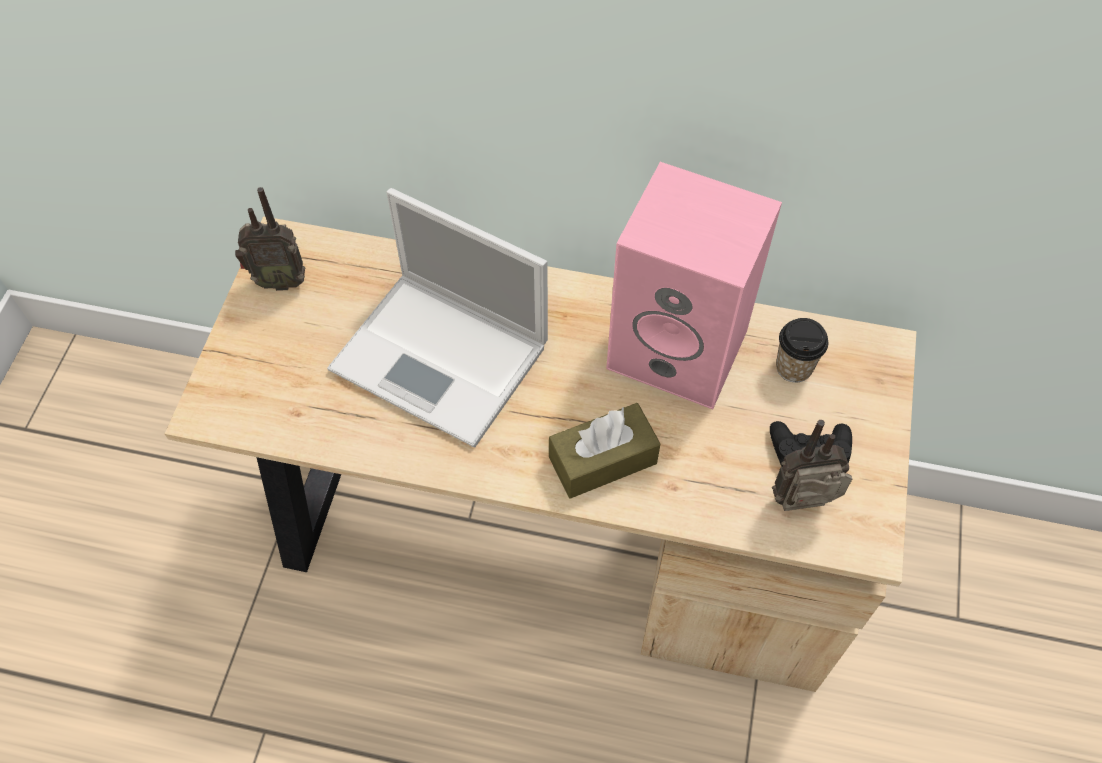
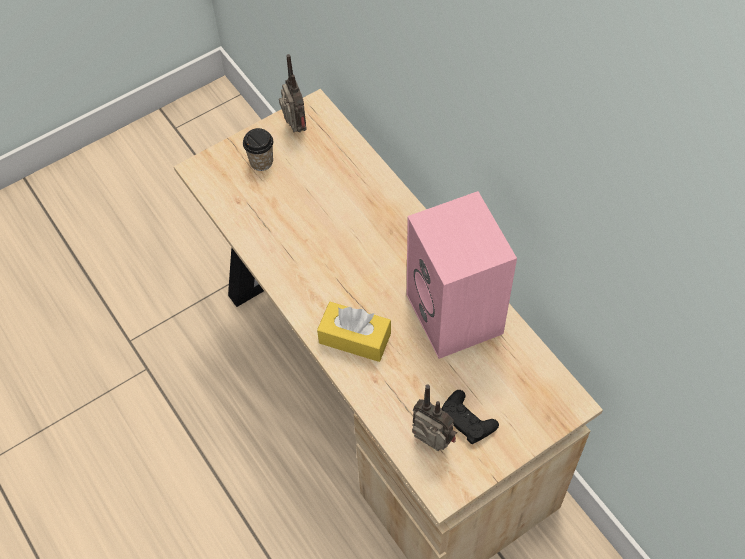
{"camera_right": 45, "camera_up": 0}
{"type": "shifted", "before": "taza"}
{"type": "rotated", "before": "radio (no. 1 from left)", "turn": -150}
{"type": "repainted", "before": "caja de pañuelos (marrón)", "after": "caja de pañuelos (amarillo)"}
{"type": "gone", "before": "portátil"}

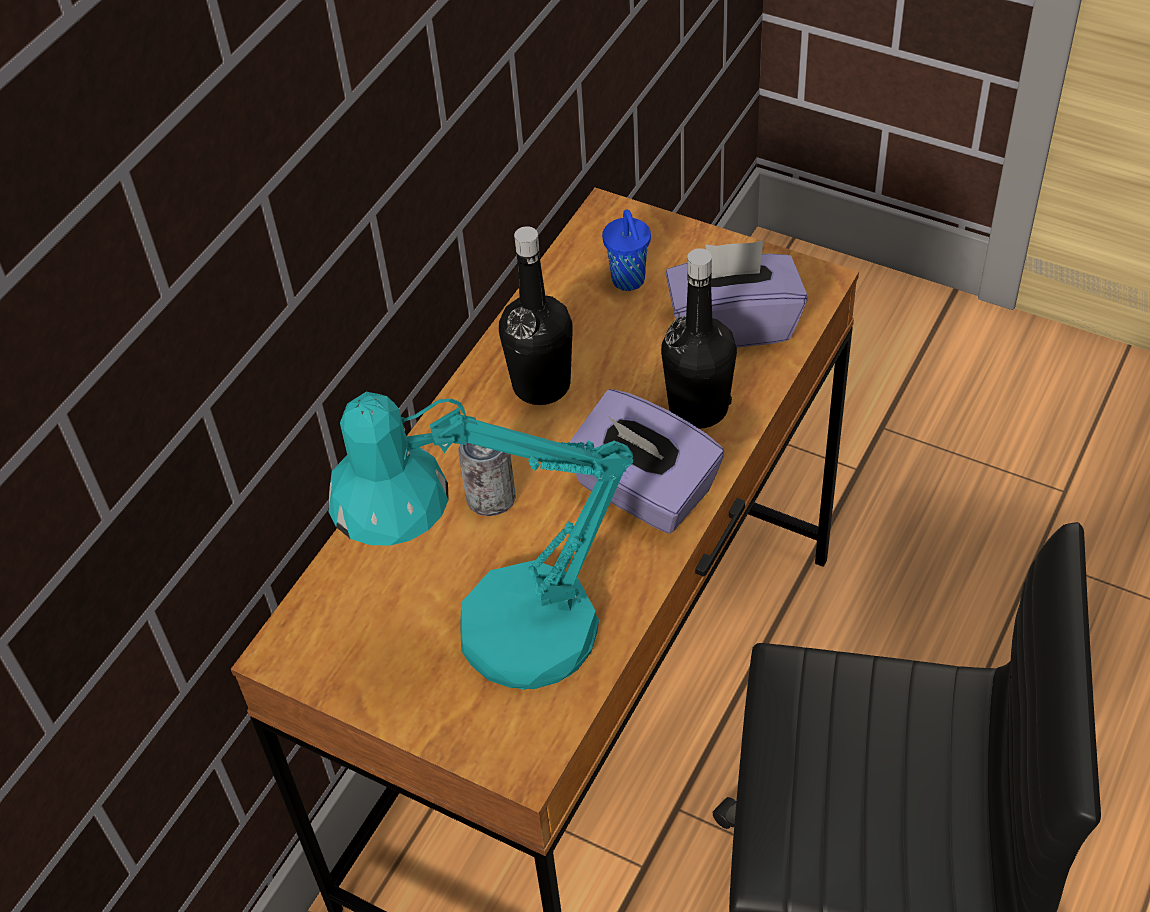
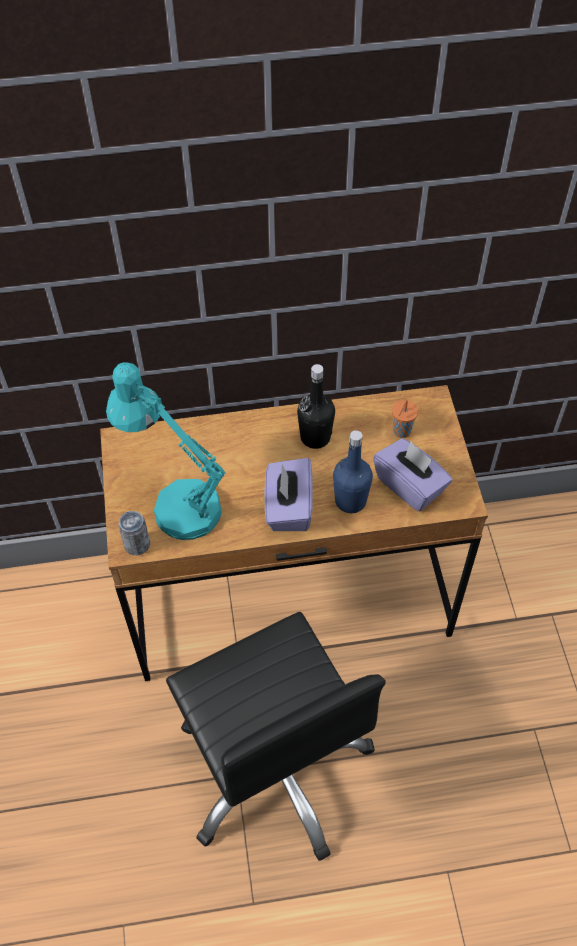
{"camera_right": 50, "camera_up": 5}
{"type": "shifted", "before": "lata"}
{"type": "repainted", "before": "botella (negro) (no. 2 from left)", "after": "botella (azul)"}
{"type": "repainted", "before": "taza (azul)", "after": "taza (naranja)"}

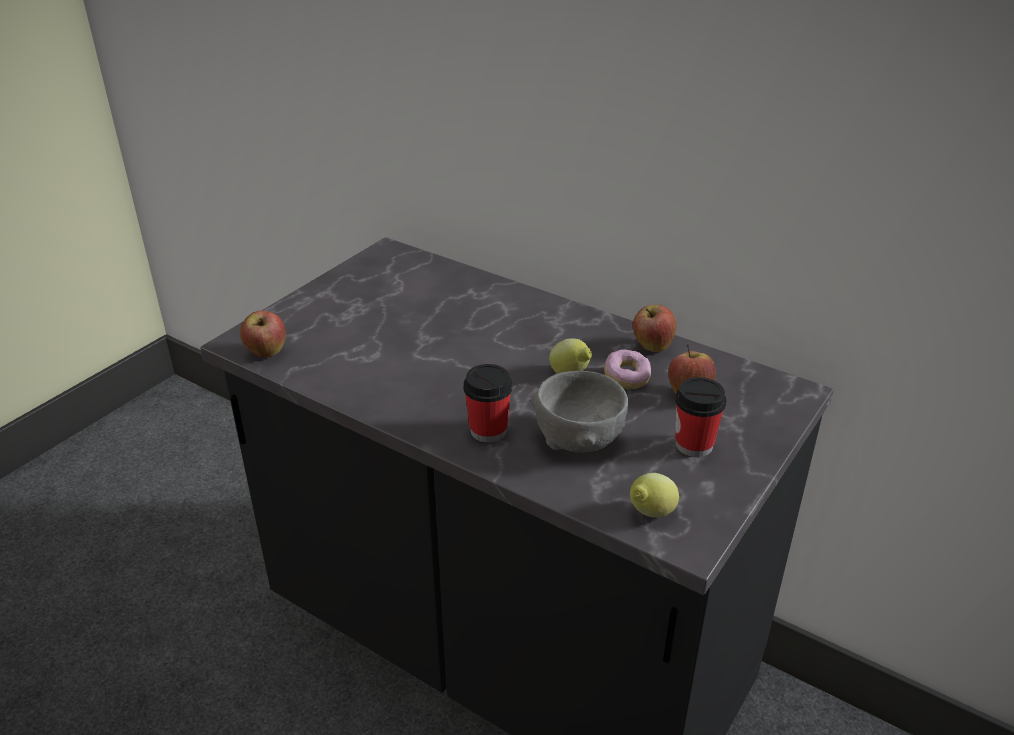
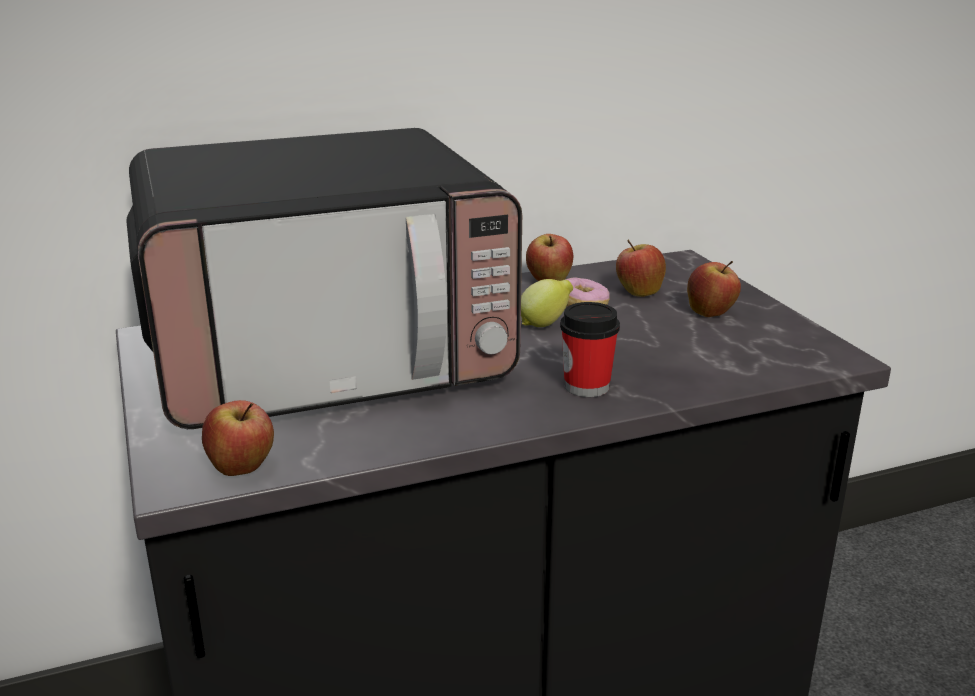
{"camera_right": -55, "camera_up": -10}
{"type": "new", "after": "microondas"}
{"type": "swapped", "before": "taza (no. 2 from left)", "after": "manzana (no. 4 from left)"}
{"type": "gone", "before": "cuenco (gris)"}
{"type": "gone", "before": "limón (no. 2 from left)"}

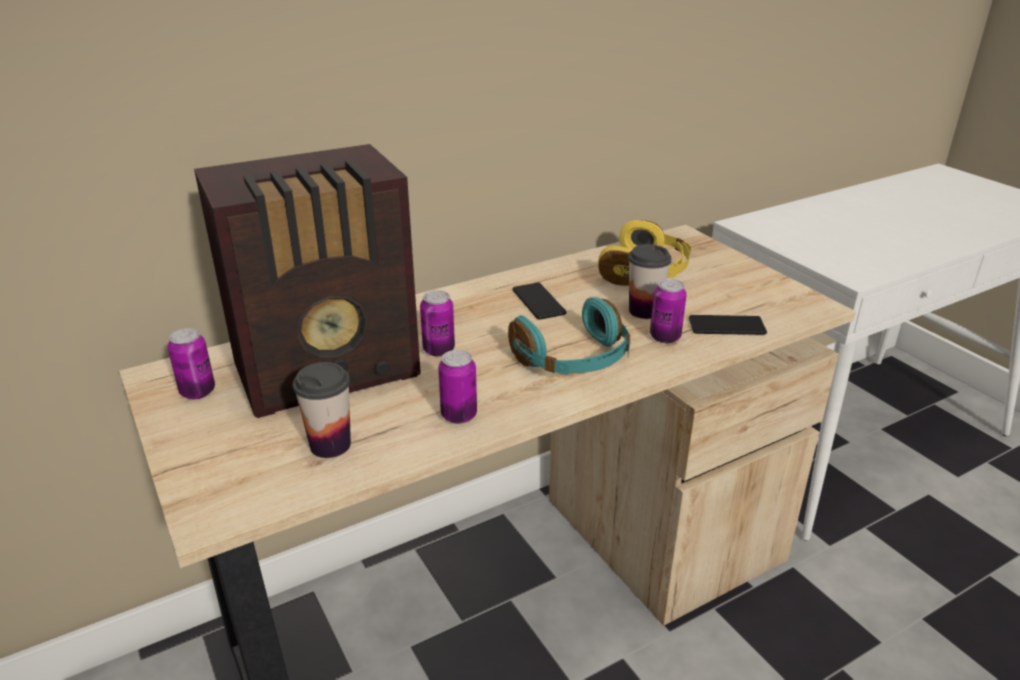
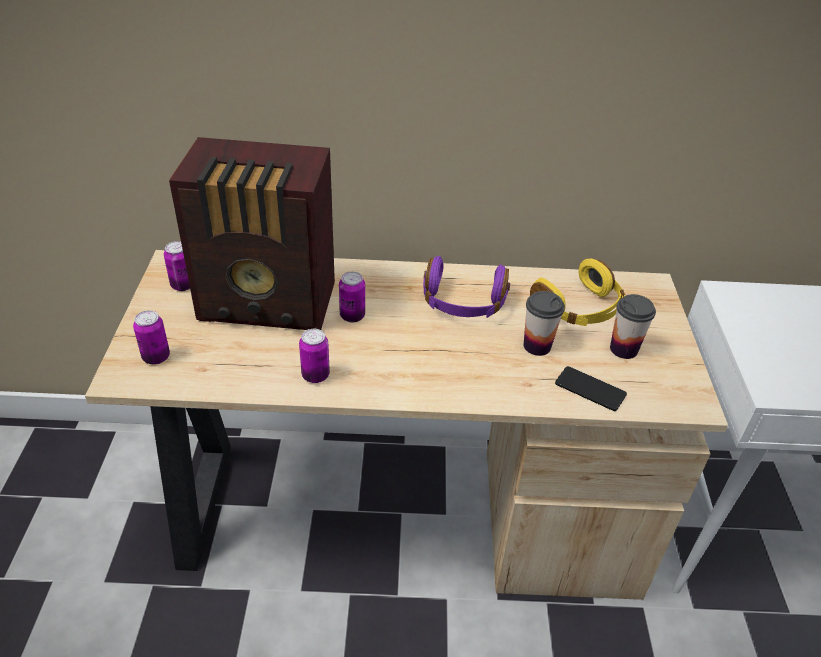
{"camera_right": 30, "camera_up": 10}
{"type": "shifted", "before": "lata (no. 4 from left in the first image)", "after": "lata (no. 1 from left)"}
{"type": "swapped", "before": "móvil (no. 1 from left)", "after": "auriculares (morado)"}
{"type": "shifted", "before": "taza (no. 1 from left in the first image)", "after": "taza (no. 2 from left)"}
{"type": "gone", "before": "auriculares (turquesa)"}

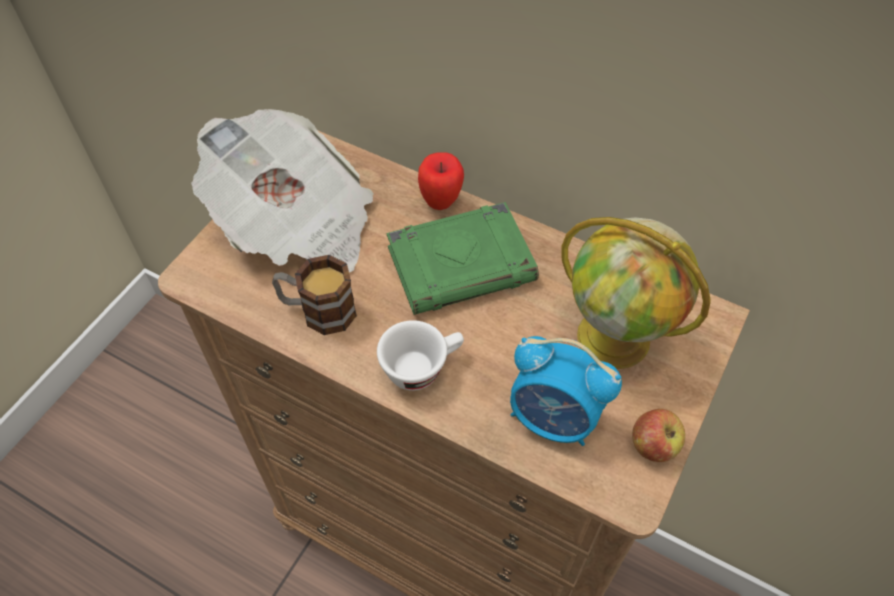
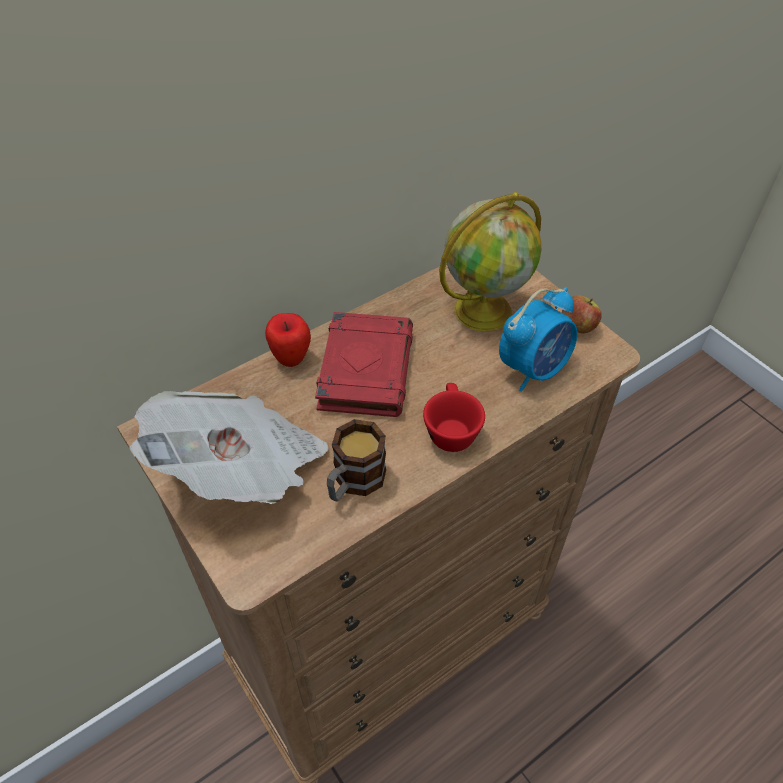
{"camera_right": -65, "camera_up": -5}
{"type": "repainted", "before": "libro (verde)", "after": "libro (rojo)"}
{"type": "repainted", "before": "taza (blanco)", "after": "taza (rojo)"}

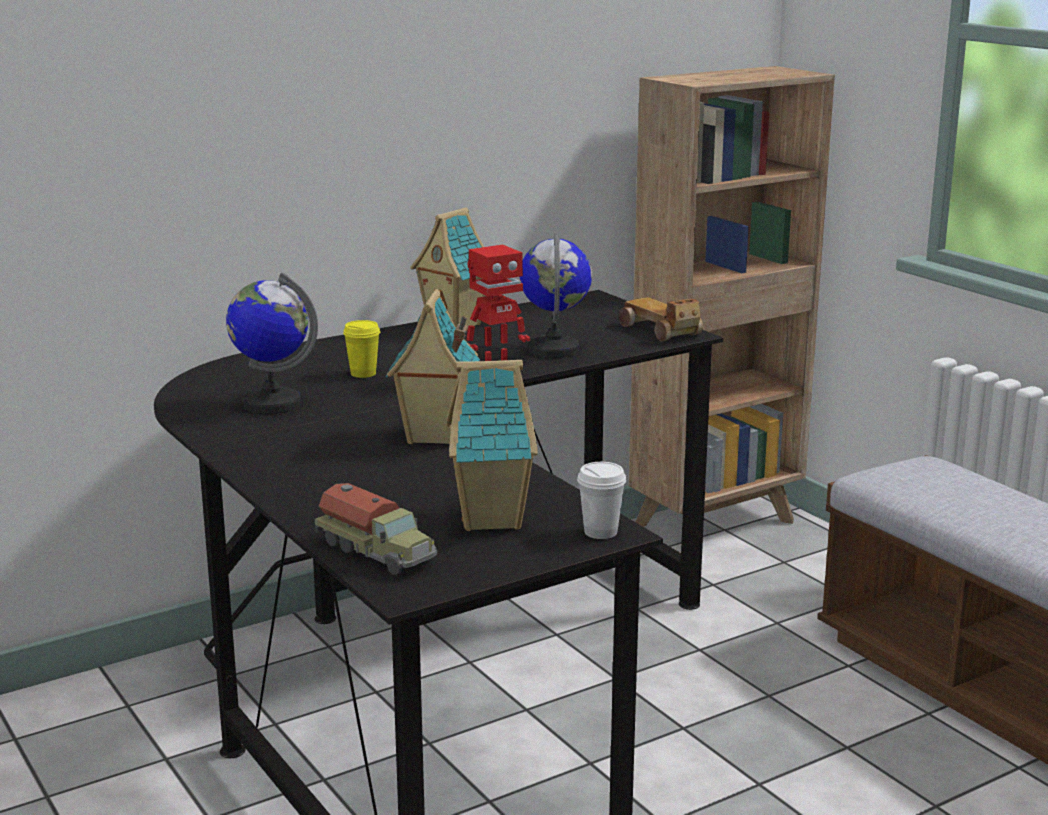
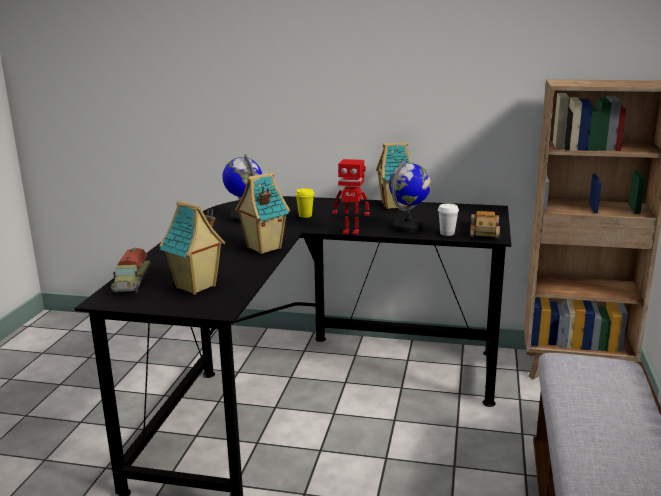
{"camera_right": 45, "camera_up": 0}
{"type": "shifted", "before": "taza (blanco)"}

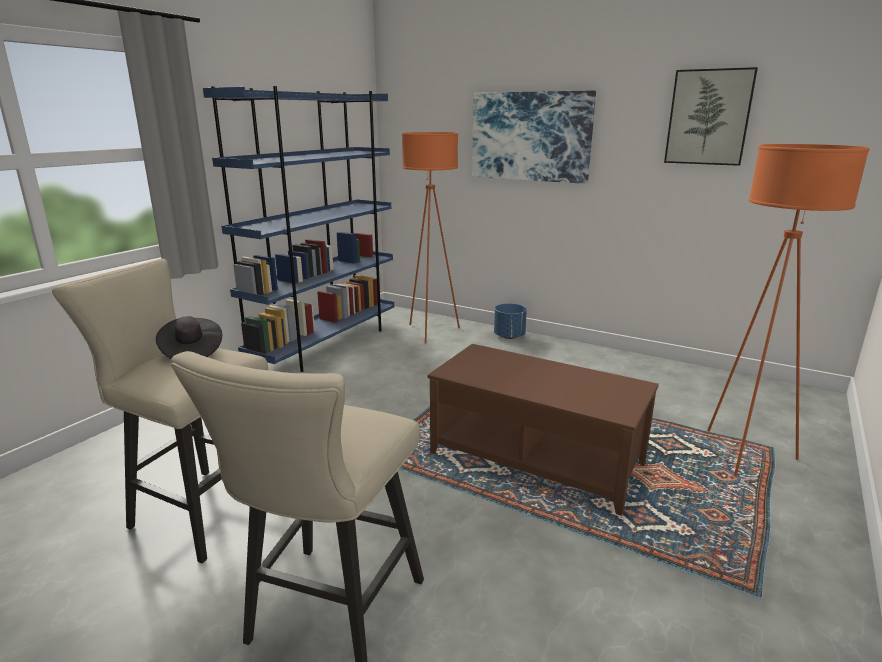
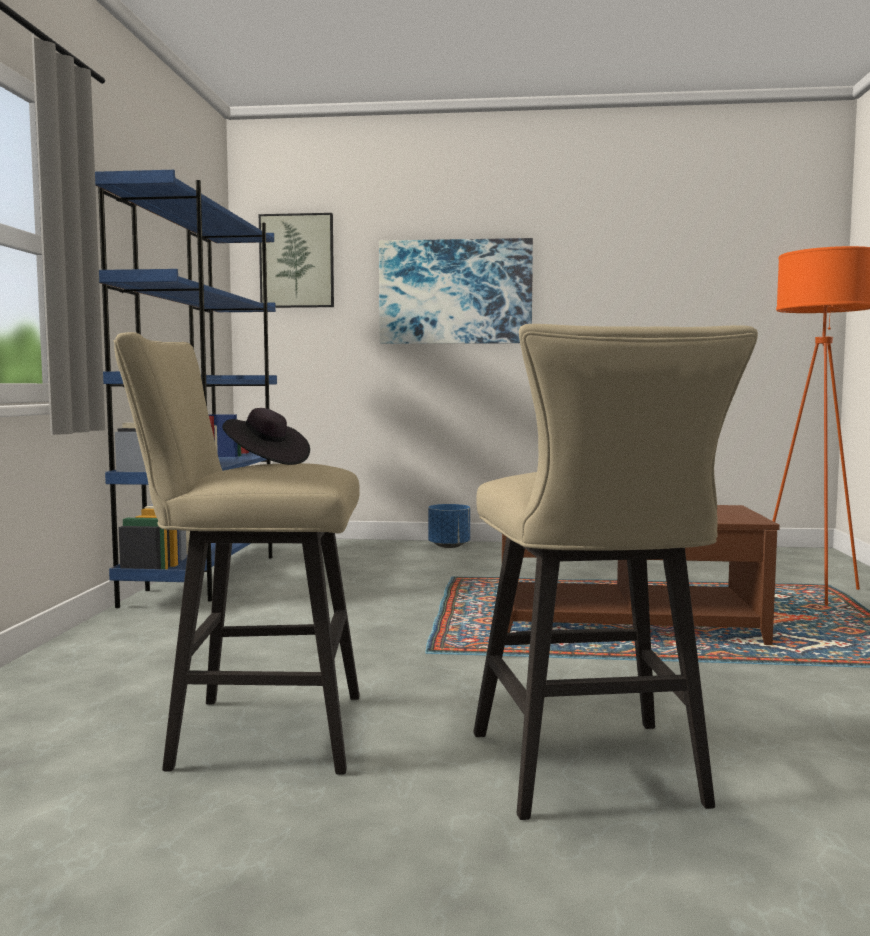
{"camera_right": -25, "camera_up": -15}
{"type": "shifted", "before": "cuadro (no. 2 from left in the first image)", "after": "cuadro (no. 1 from left)"}
{"type": "gone", "before": "lámpara de pie (naranja) (no. 1 from left)"}

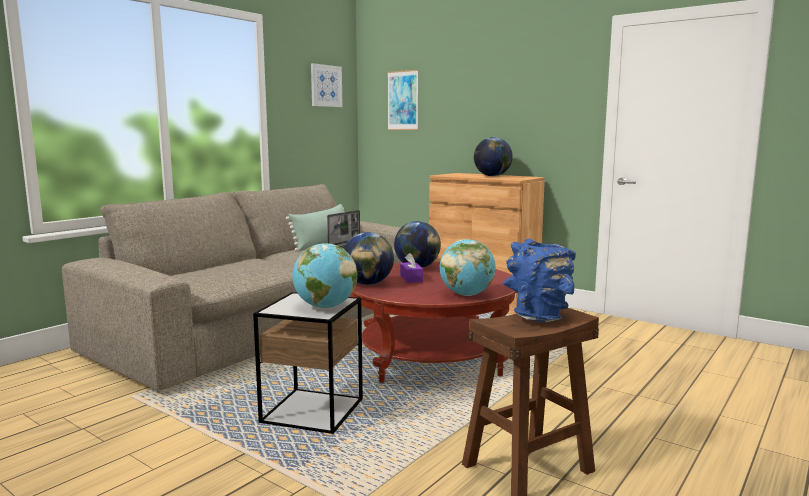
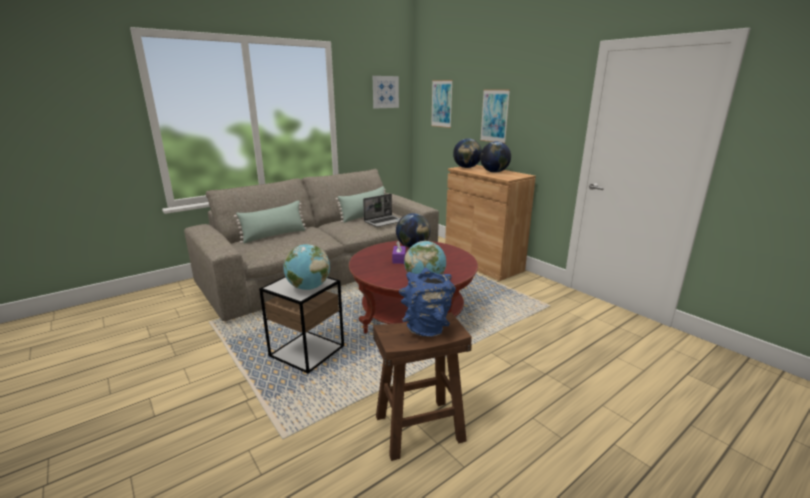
{"camera_right": 15, "camera_up": 10}
{"type": "new", "after": "cojín (verde) (no. 1 from left)"}
{"type": "shifted", "before": "globo terráqueo (no. 2 from left in the first image)", "after": "globo terráqueo (no. 4 from left)"}
{"type": "new", "after": "cuadro (no. 3 from left)"}

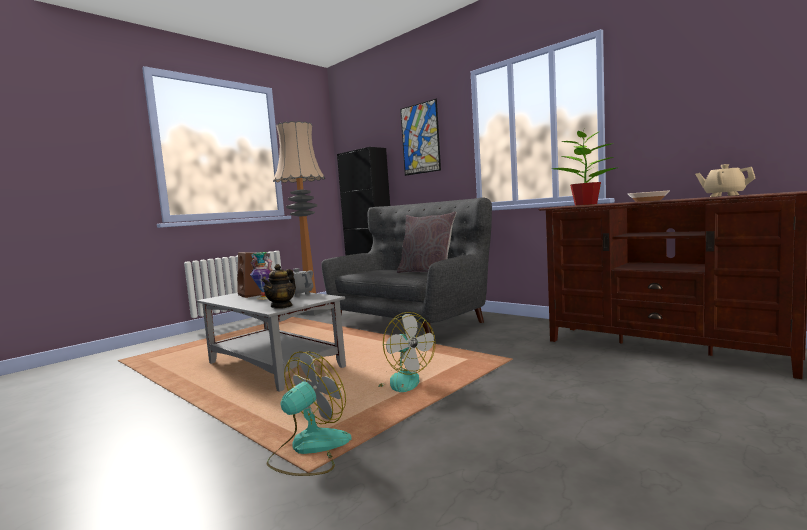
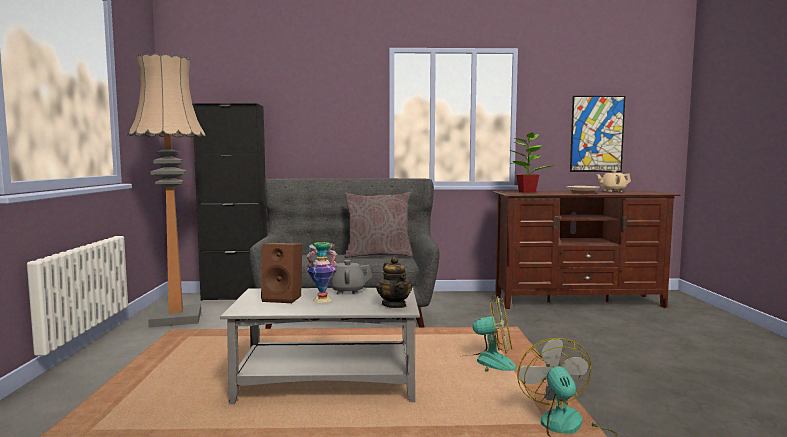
{"camera_right": -45, "camera_up": 0}
{"type": "shifted", "before": "cuadro"}

